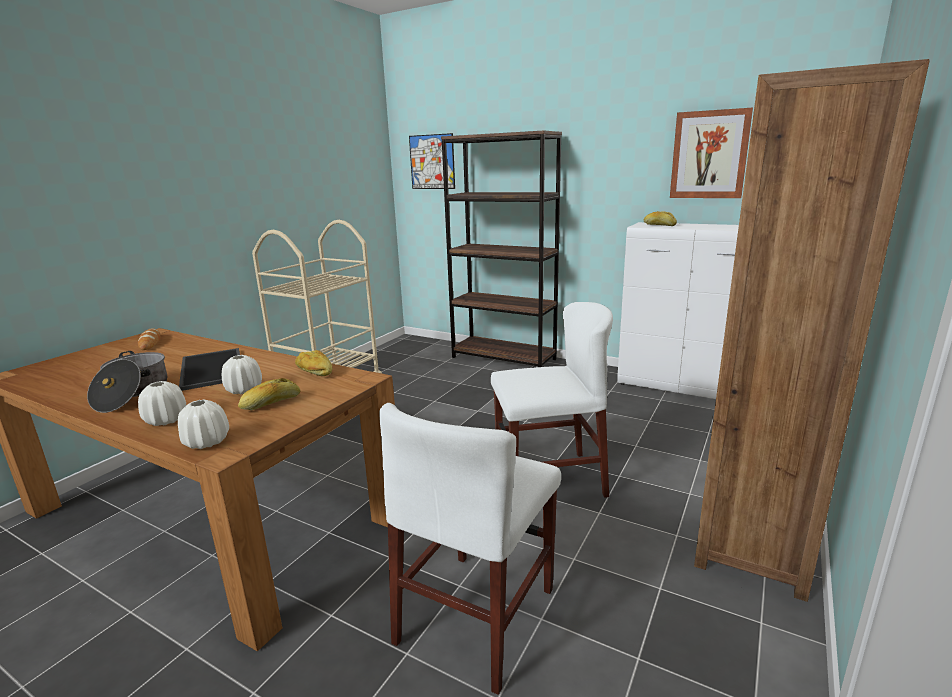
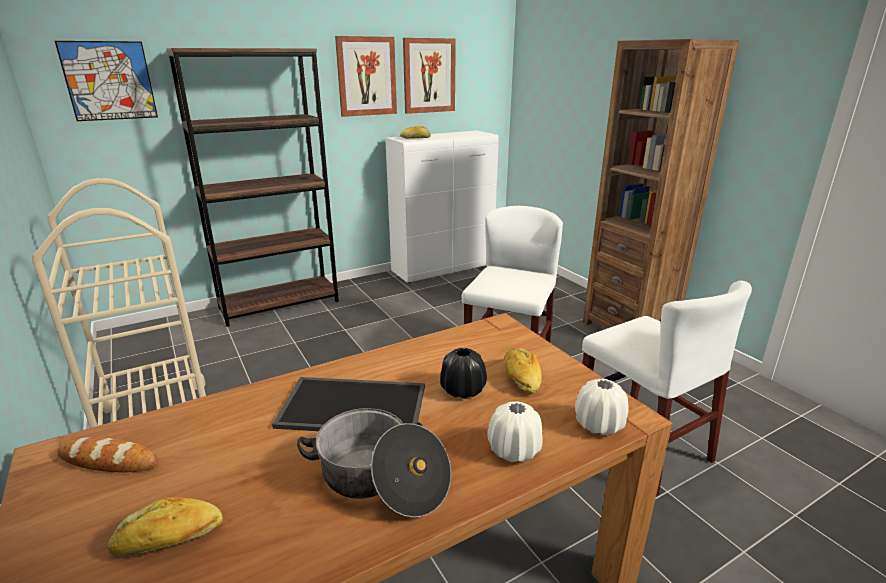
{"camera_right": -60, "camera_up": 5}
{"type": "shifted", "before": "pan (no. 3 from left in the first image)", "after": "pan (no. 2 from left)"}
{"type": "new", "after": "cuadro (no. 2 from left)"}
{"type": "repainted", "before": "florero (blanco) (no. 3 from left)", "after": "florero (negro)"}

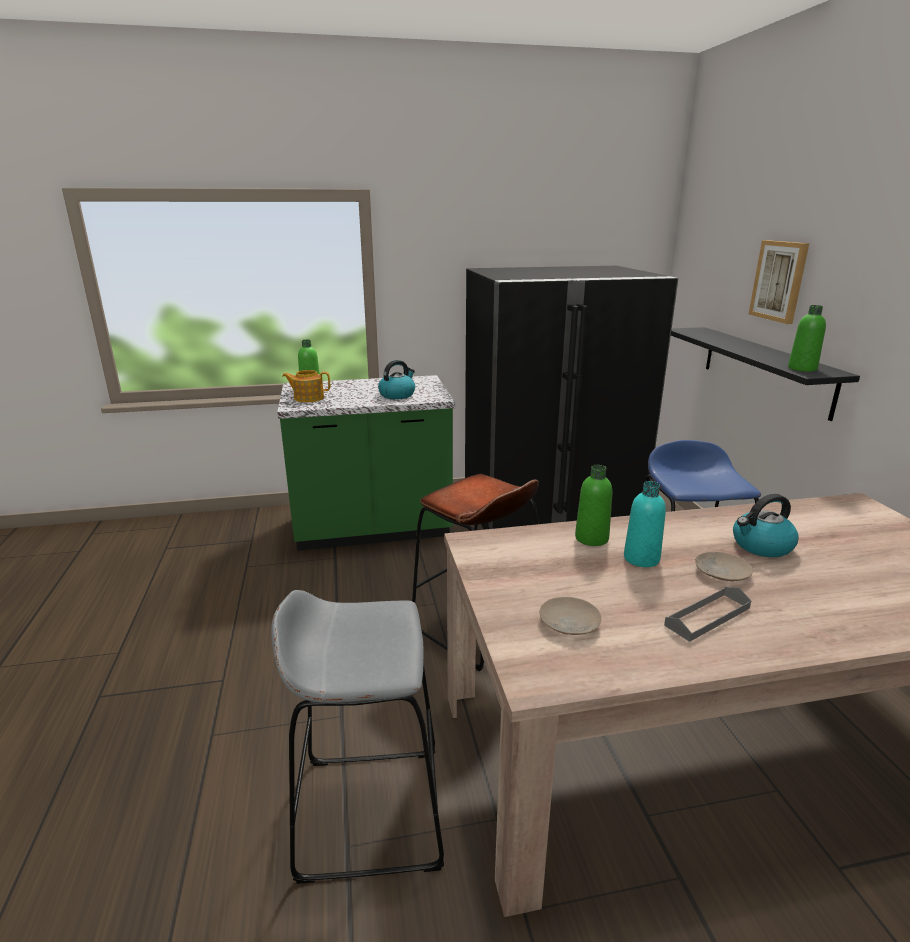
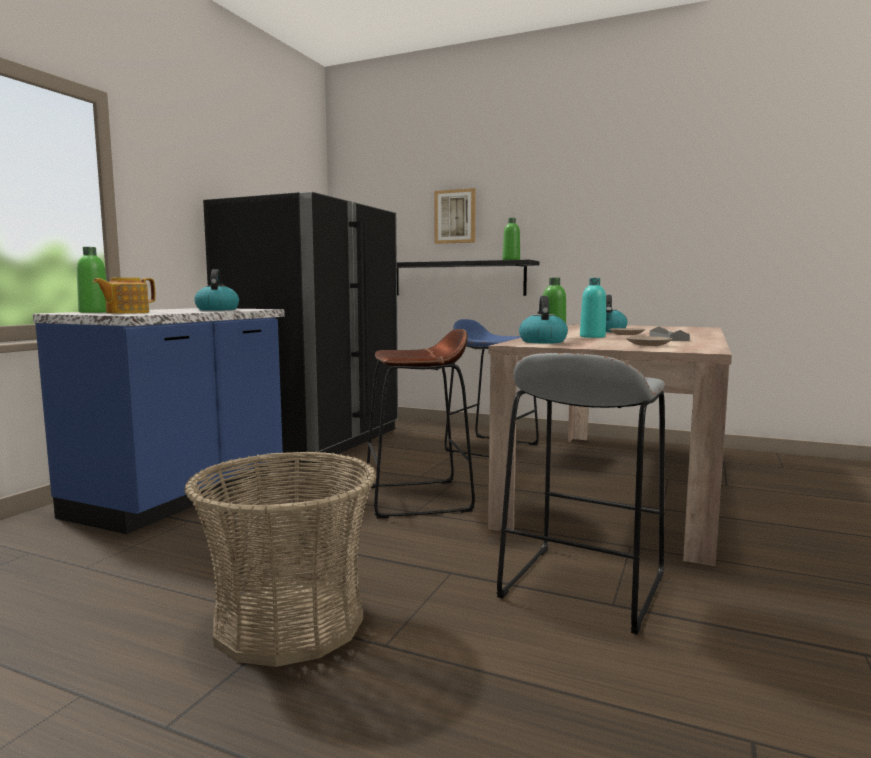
{"camera_right": -55, "camera_up": -15}
{"type": "repainted", "before": "mueble bajo de cocina (verde)", "after": "mueble bajo de cocina (azul)"}
{"type": "new", "after": "cesta"}
{"type": "new", "after": "hervidor (no. 2 from left)"}

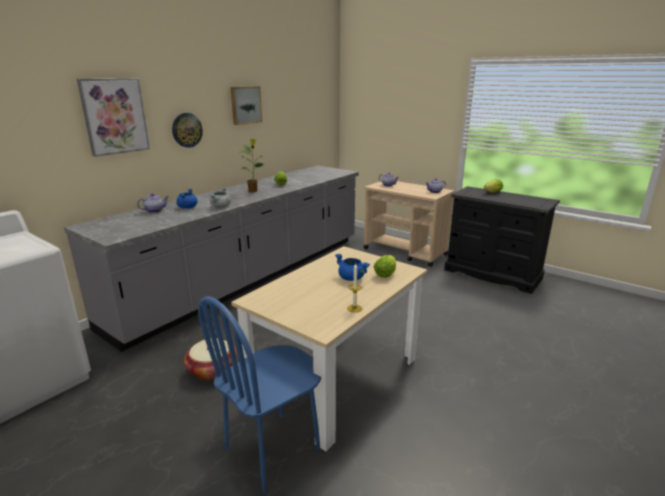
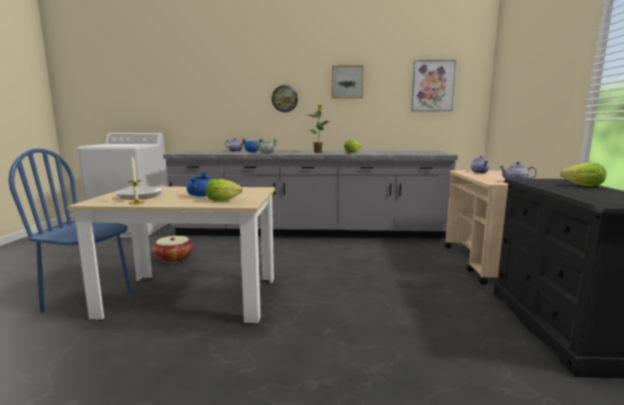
{"camera_right": 55, "camera_up": -10}
{"type": "new", "after": "sartén"}
{"type": "shifted", "before": "cuadro (no. 1 from left in the first image)", "after": "cuadro (no. 2 from left)"}

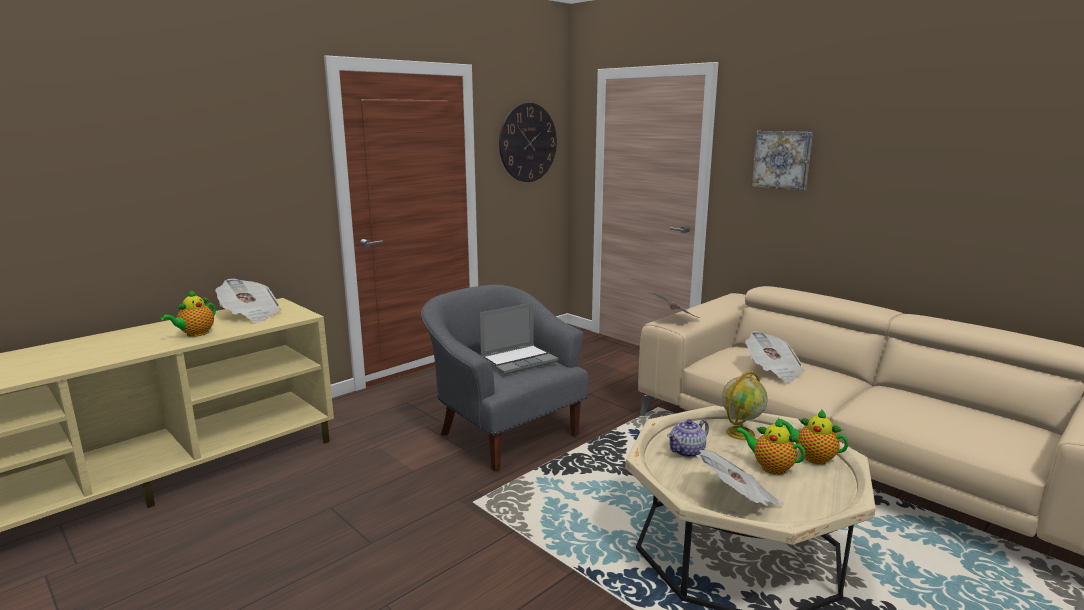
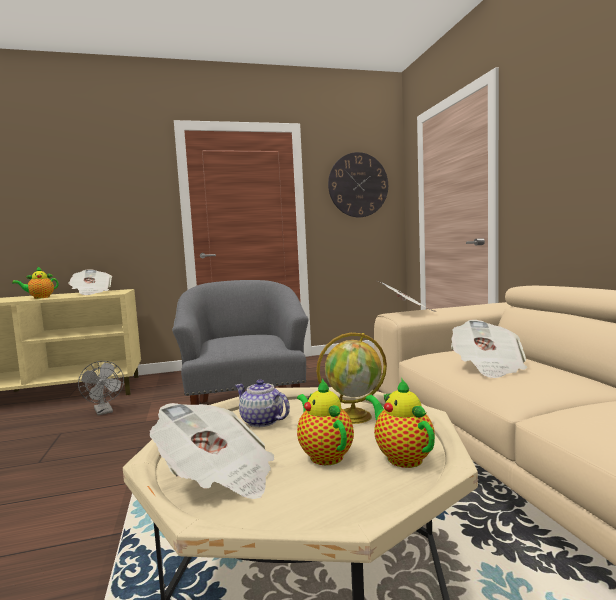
{"camera_right": 30, "camera_up": -10}
{"type": "new", "after": "ventilador (gris)"}
{"type": "rotated", "before": "tetera (no. 2 from left)", "turn": 45}
{"type": "gone", "before": "portátil"}
{"type": "gone", "before": "cuadro"}

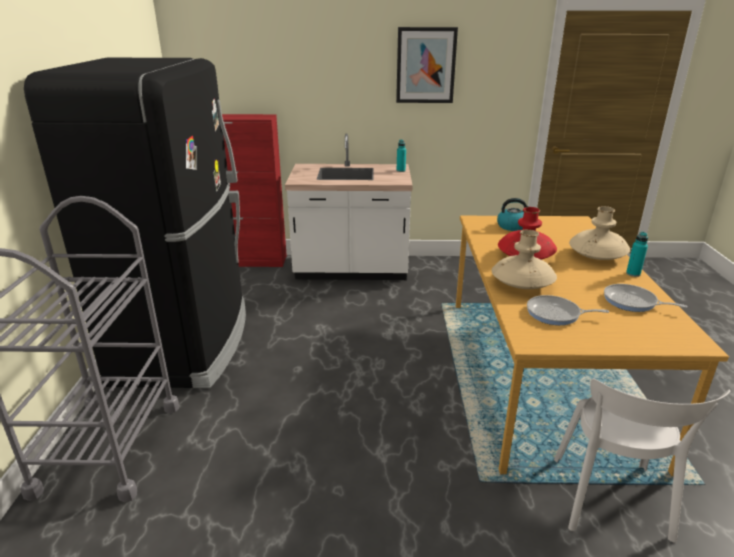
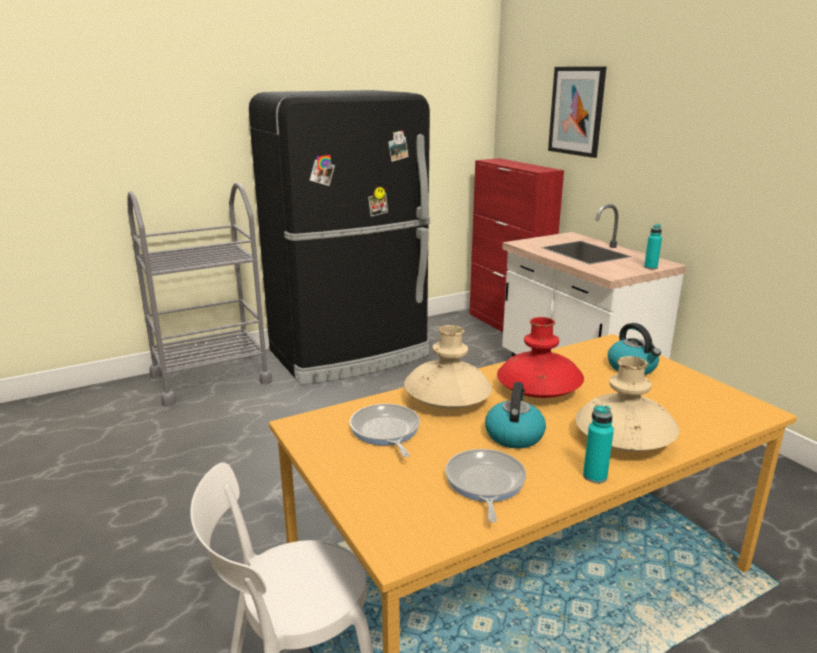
{"camera_right": 60, "camera_up": -5}
{"type": "new", "after": "hervidor (no. 1 from left)"}
{"type": "shifted", "before": "cuadro"}

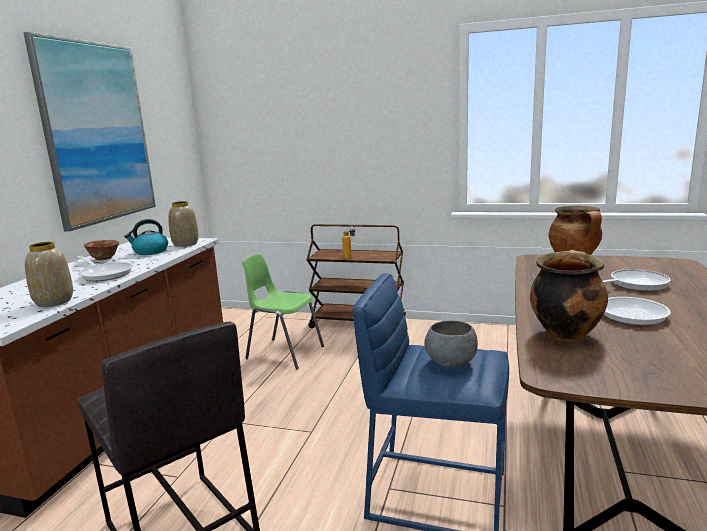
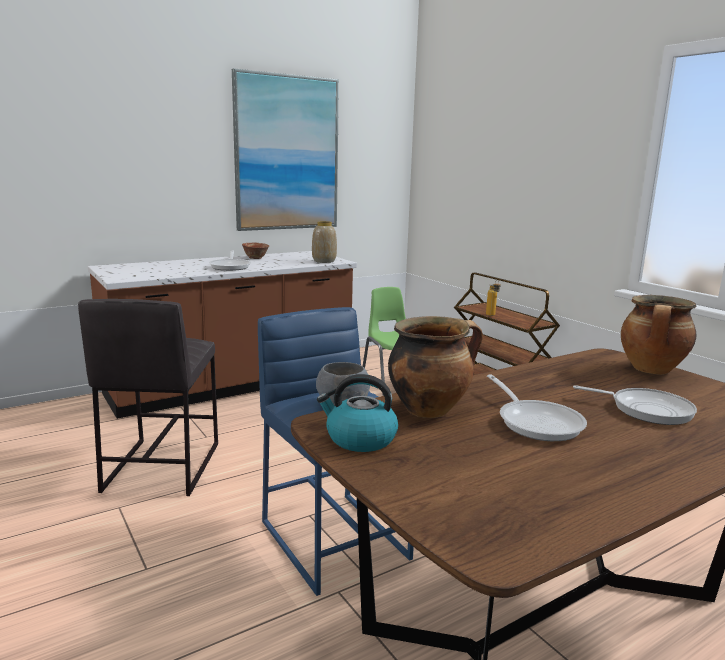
{"camera_right": 40, "camera_up": 0}
{"type": "shifted", "before": "hervidor"}
{"type": "gone", "before": "florero (no. 1 from left)"}

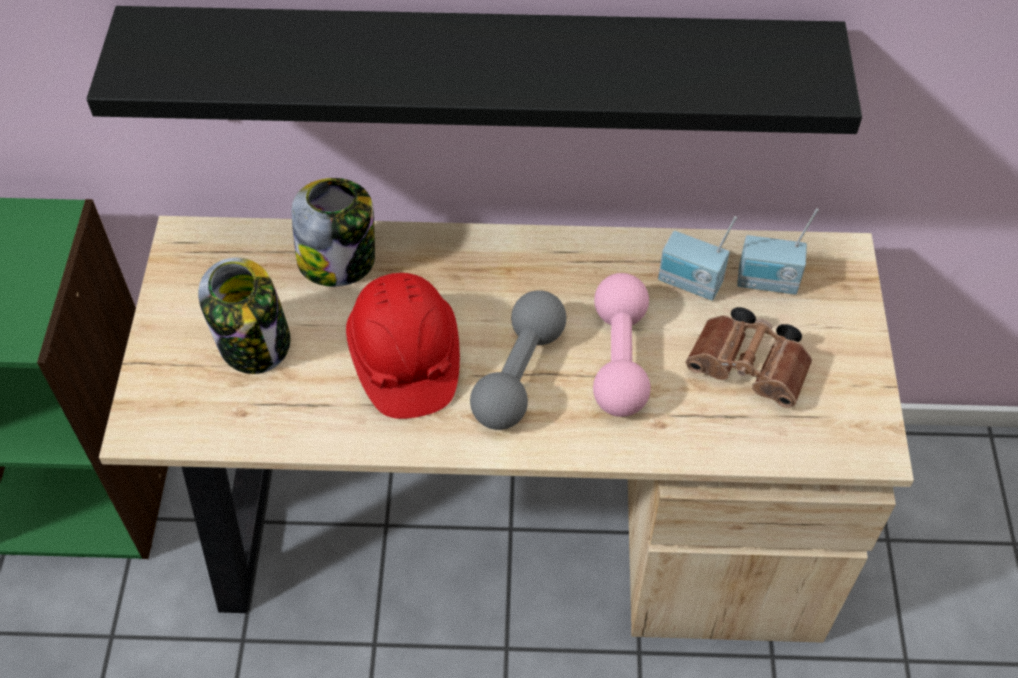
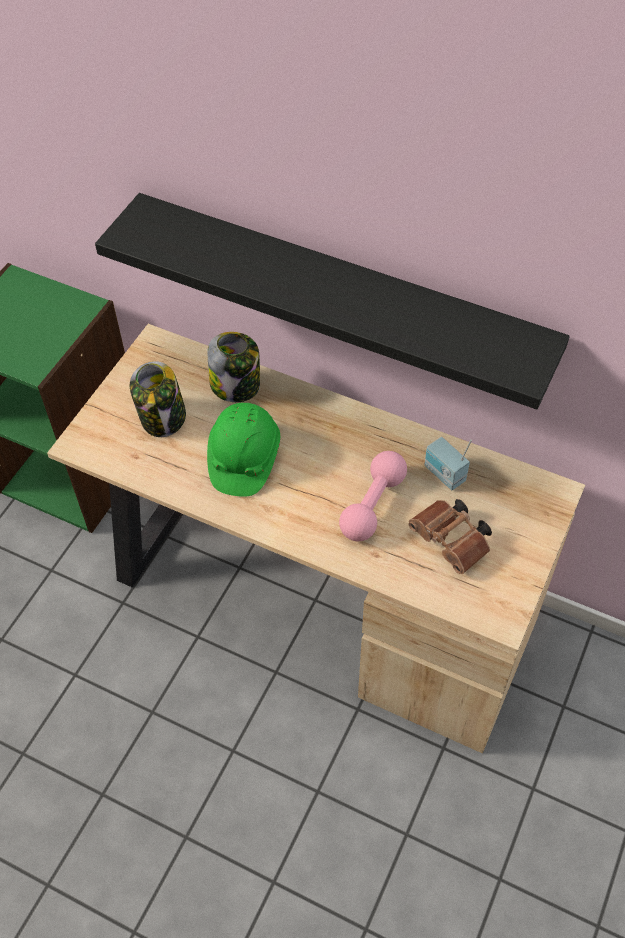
{"camera_right": 25, "camera_up": 0}
{"type": "repainted", "before": "casco (rojo)", "after": "casco (verde)"}
{"type": "gone", "before": "mancuerna (gris)"}
{"type": "gone", "before": "radio (no. 2 from left)"}

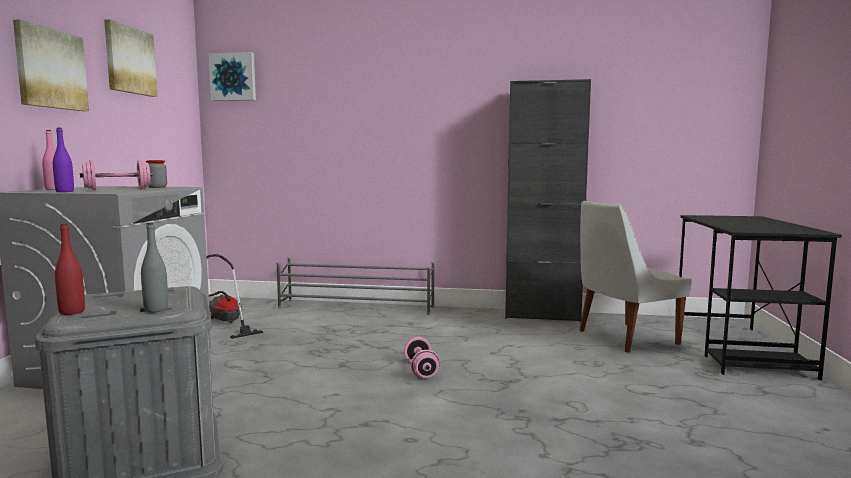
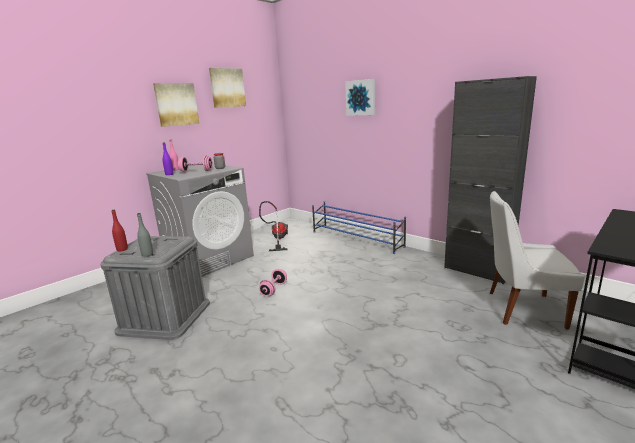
{"camera_right": 35, "camera_up": 10}
{"type": "shifted", "before": "mancuerna (rosa) (no. 2 from left)"}
{"type": "repainted", "before": "zapatero (gris)", "after": "zapatero (azul)"}
{"type": "shifted", "before": "cuadro (no. 3 from left)"}

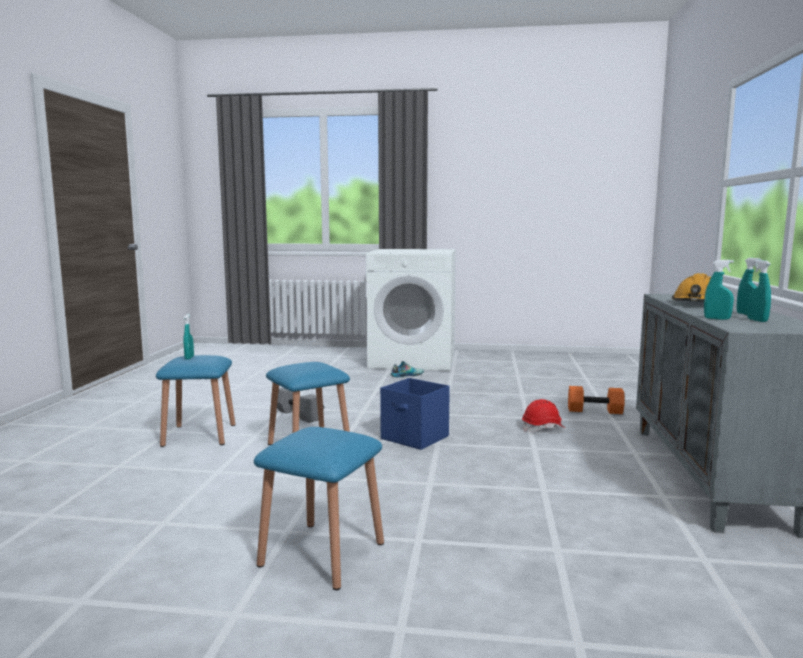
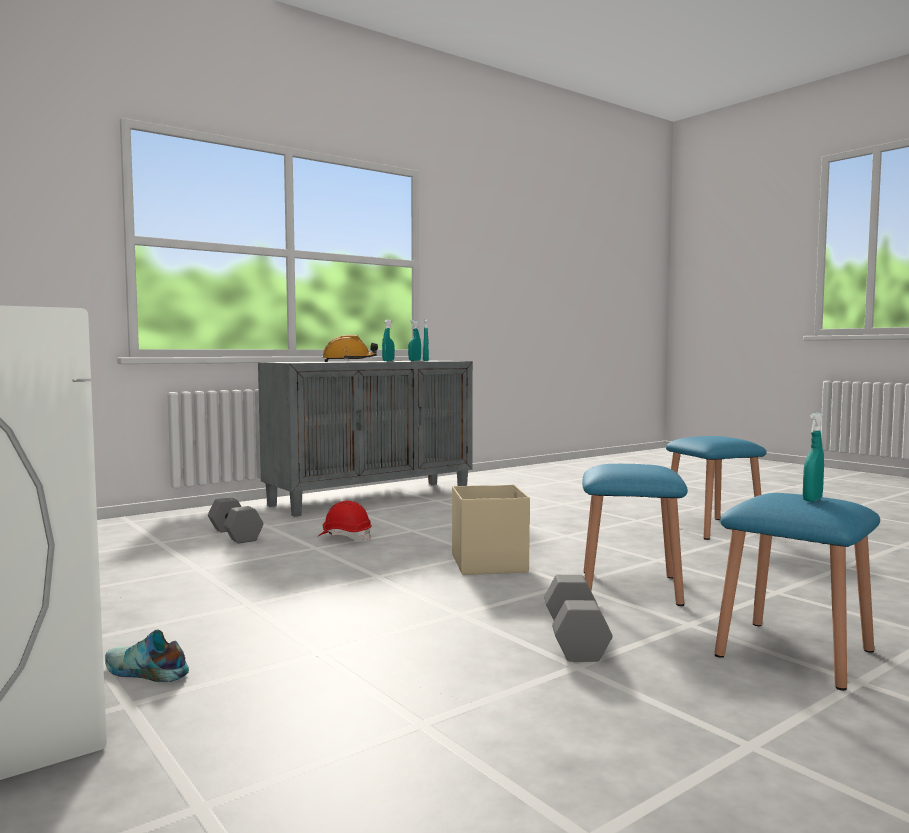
{"camera_right": -135, "camera_up": -5}
{"type": "repainted", "before": "mancuerna (naranja)", "after": "mancuerna (gris) (no. 1 from left)"}
{"type": "repainted", "before": "caja de almacenaje (azul)", "after": "caja de almacenaje (beis)"}

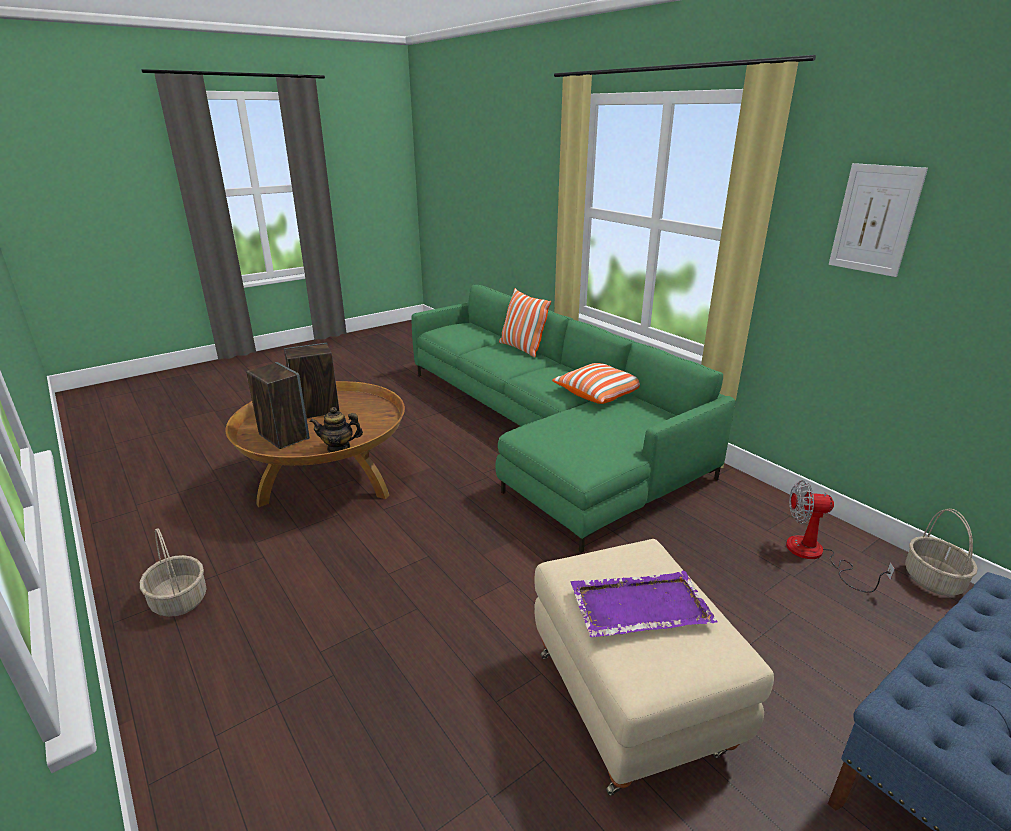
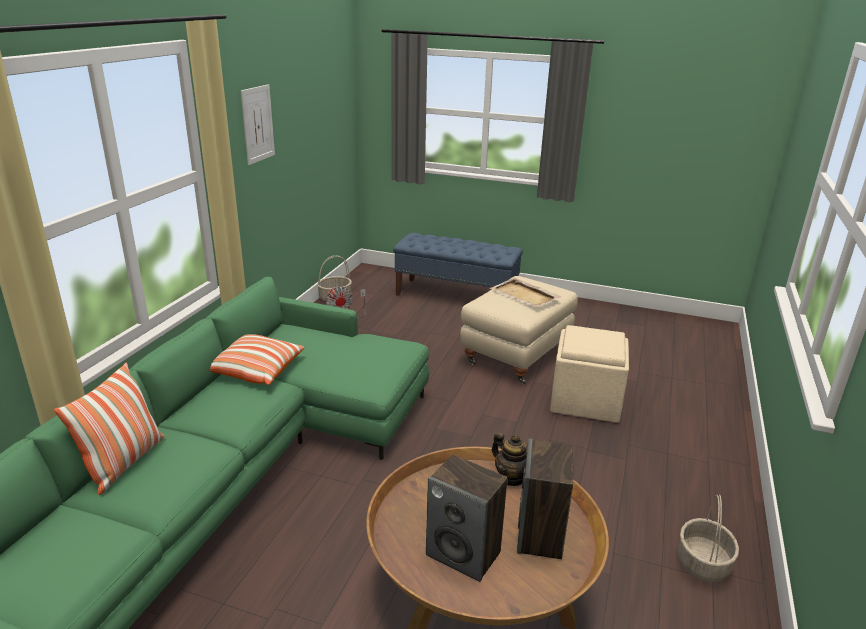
{"camera_right": -125, "camera_up": 0}
{"type": "repainted", "before": "bandeja (morado)", "after": "bandeja (beis)"}
{"type": "new", "after": "puf (beis) (no. 2 from left)"}

